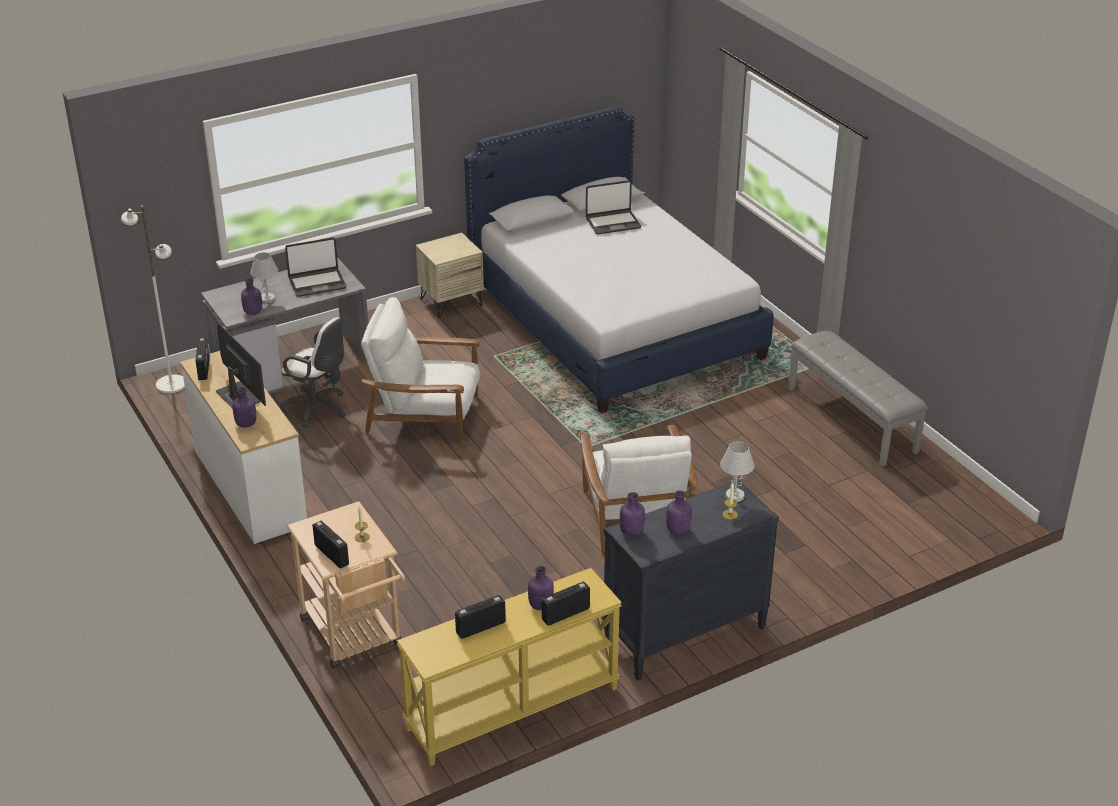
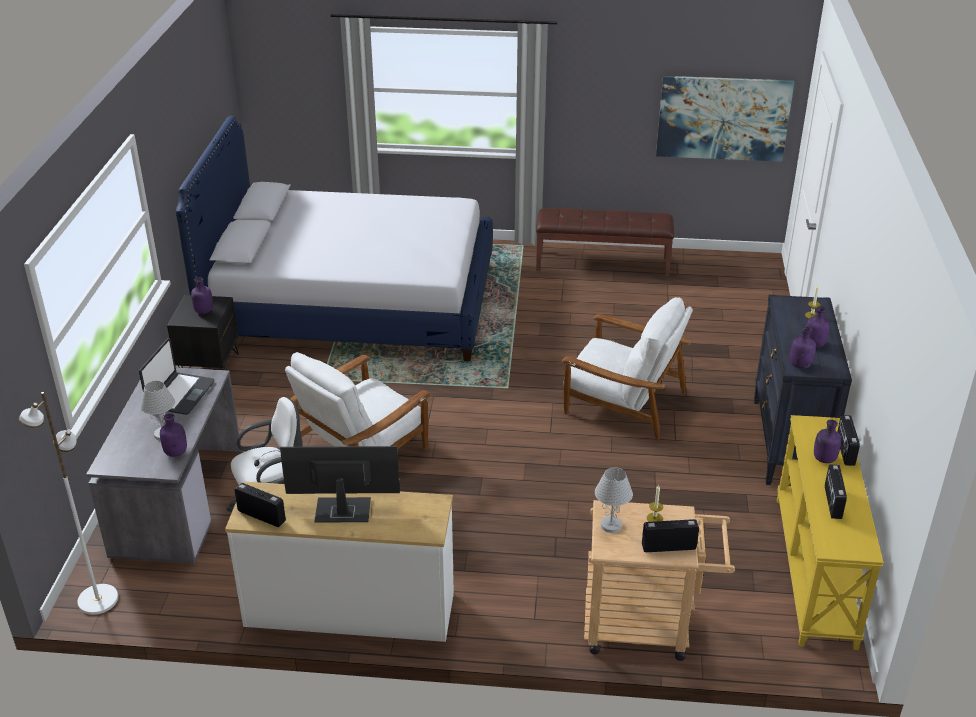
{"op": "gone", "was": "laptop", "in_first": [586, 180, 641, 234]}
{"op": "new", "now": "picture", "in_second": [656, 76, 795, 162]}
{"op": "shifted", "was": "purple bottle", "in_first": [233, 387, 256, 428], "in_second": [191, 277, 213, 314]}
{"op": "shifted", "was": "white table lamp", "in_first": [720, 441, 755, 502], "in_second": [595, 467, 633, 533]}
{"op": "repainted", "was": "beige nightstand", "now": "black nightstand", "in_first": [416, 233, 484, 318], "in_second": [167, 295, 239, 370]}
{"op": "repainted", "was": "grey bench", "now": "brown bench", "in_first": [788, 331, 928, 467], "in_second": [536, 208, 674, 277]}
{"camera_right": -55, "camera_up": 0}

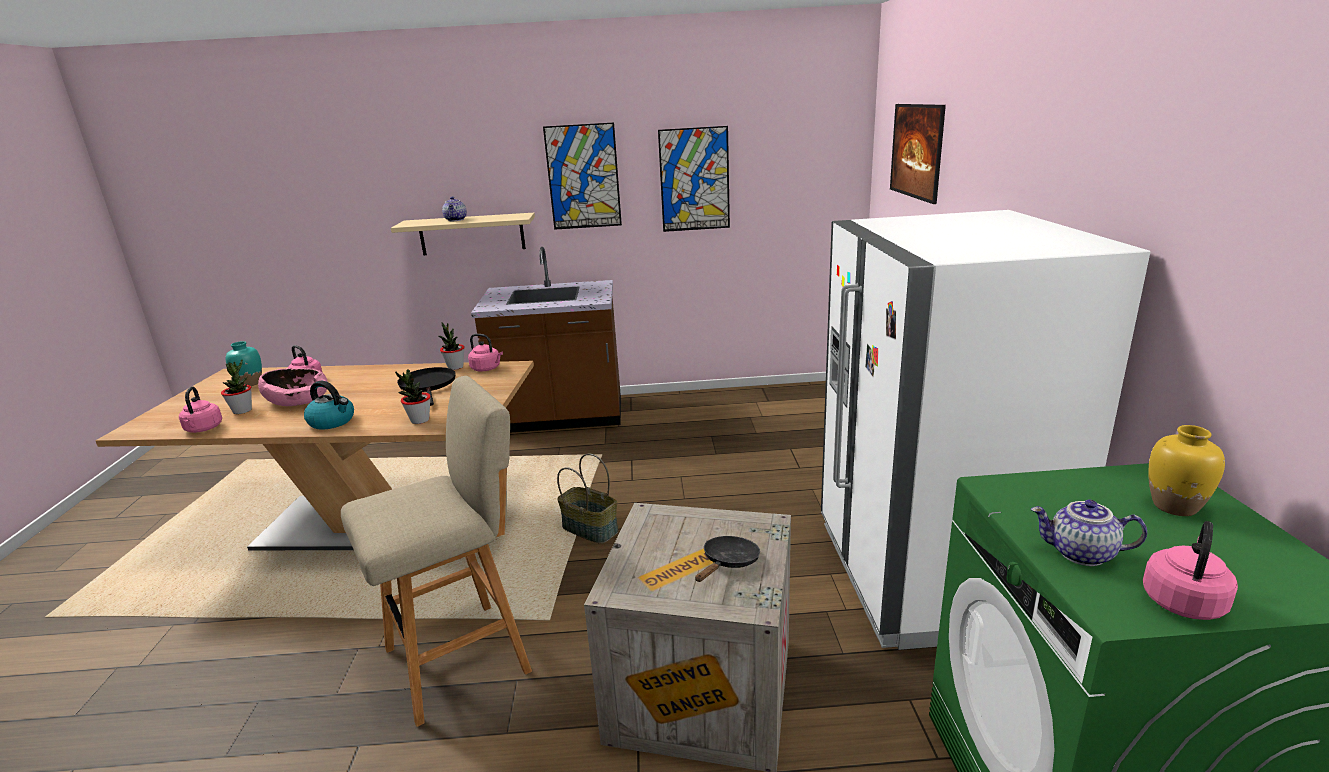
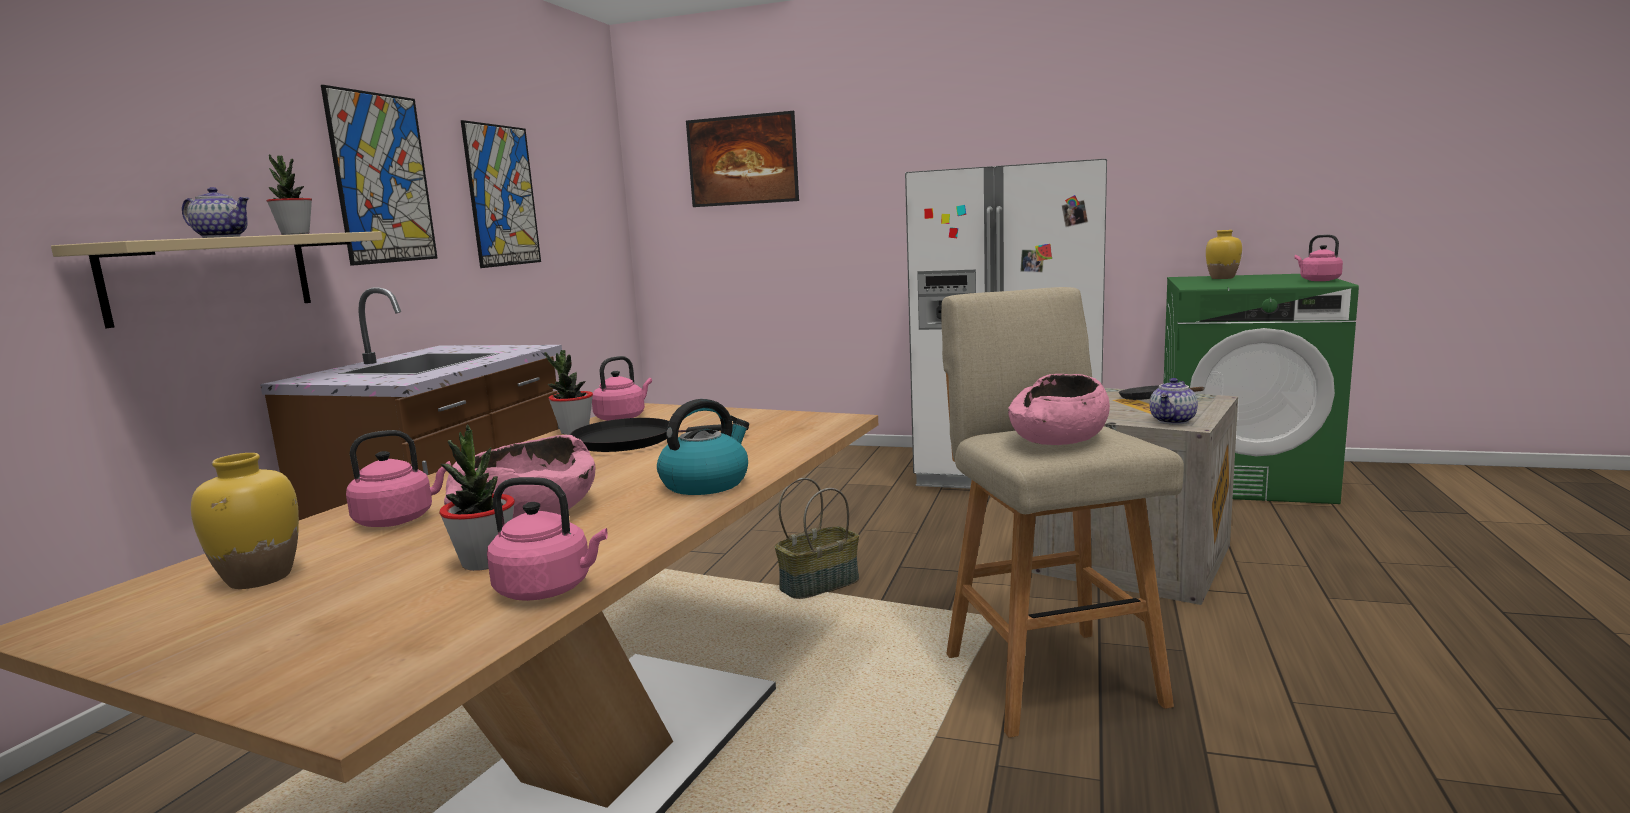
{"op": "new", "now": "pink bowl", "in_second": [1008, 374, 1110, 445]}
{"op": "shifted", "was": "potted plant", "in_first": [395, 369, 431, 424], "in_second": [267, 154, 312, 235]}
{"op": "shifted", "was": "teapot", "in_first": [1031, 500, 1147, 566], "in_second": [1150, 378, 1198, 424]}
{"op": "repainted", "was": "turquoise vase", "now": "yellow vase", "in_first": [226, 341, 262, 386], "in_second": [191, 453, 299, 589]}
{"camera_right": -70, "camera_up": -10}

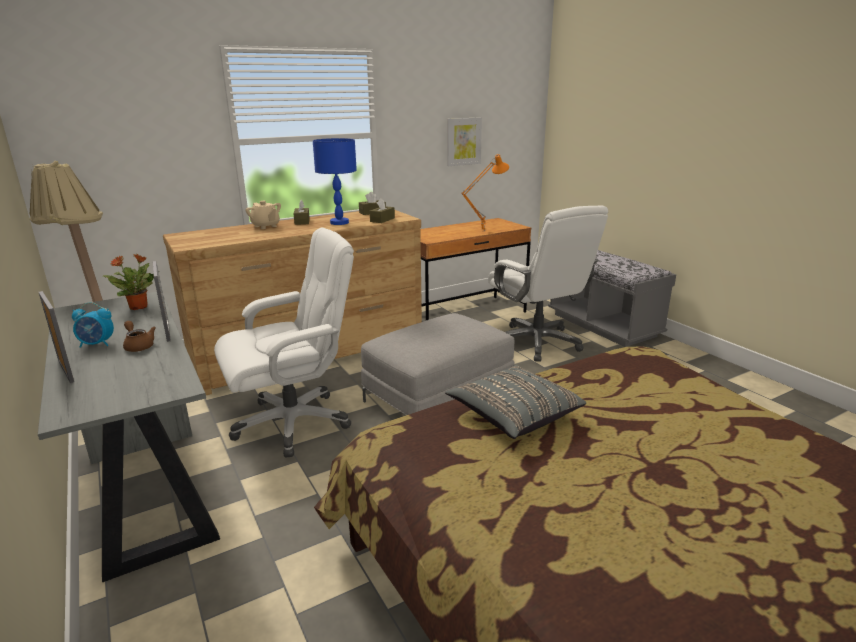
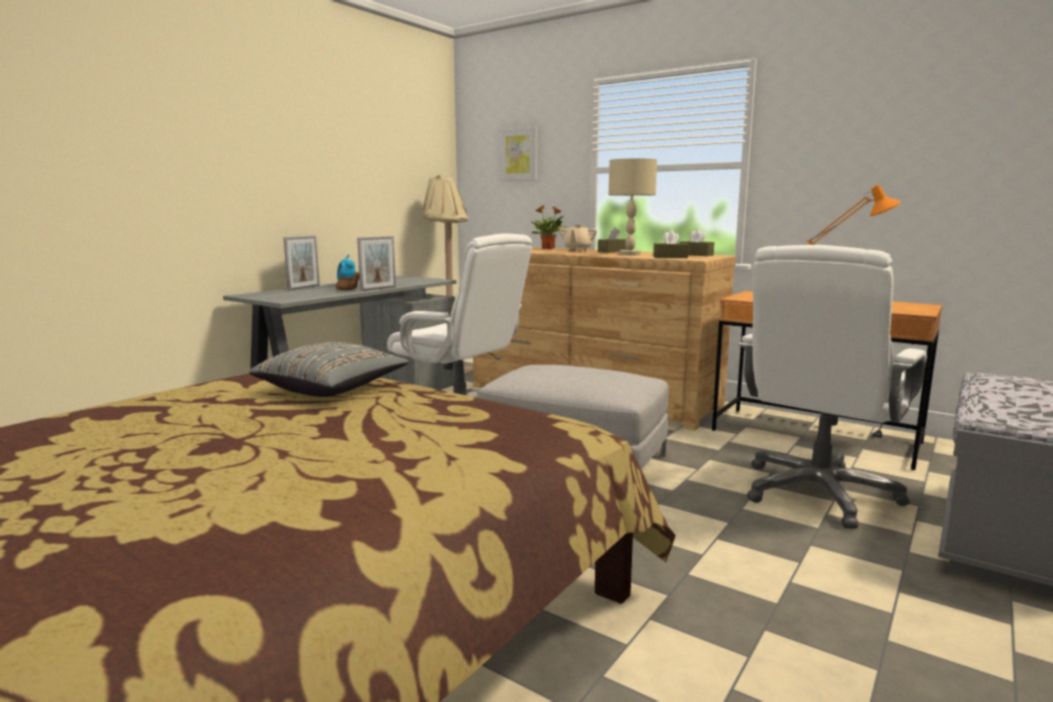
{"op": "shifted", "was": "potted plant", "in_first": [103, 254, 160, 310], "in_second": [530, 205, 566, 249]}
{"op": "shifted", "was": "picture", "in_first": [447, 117, 482, 166], "in_second": [500, 126, 538, 181]}
{"op": "repainted", "was": "blue table lamp", "now": "beige table lamp", "in_first": [313, 138, 357, 225], "in_second": [608, 158, 657, 255]}
{"camera_right": 65, "camera_up": -10}

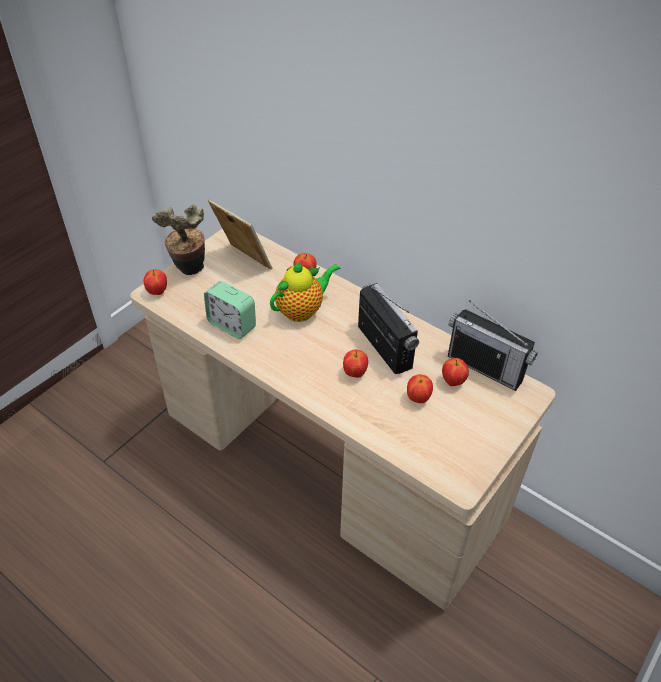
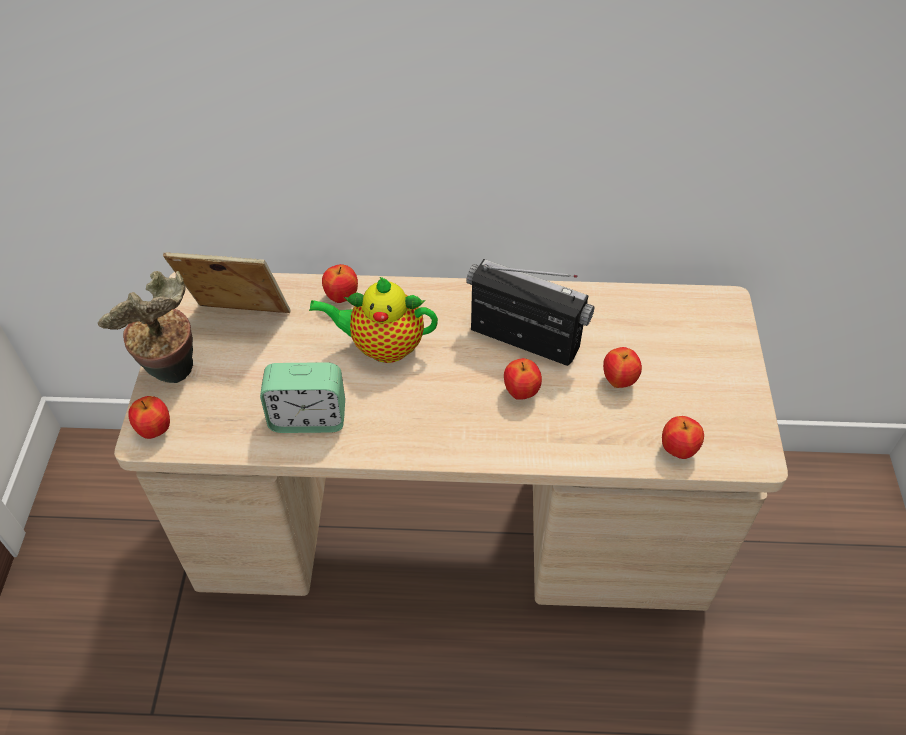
{"op": "gone", "was": "radio", "in_first": [448, 300, 538, 391]}
{"op": "shifted", "was": "apple", "in_first": [442, 358, 469, 386], "in_second": [662, 416, 704, 459]}
{"op": "rotated", "was": "teapot", "in_first": [270, 261, 340, 322], "in_second": [309, 276, 438, 363], "clockwise": -105}
{"camera_right": -35, "camera_up": 5}

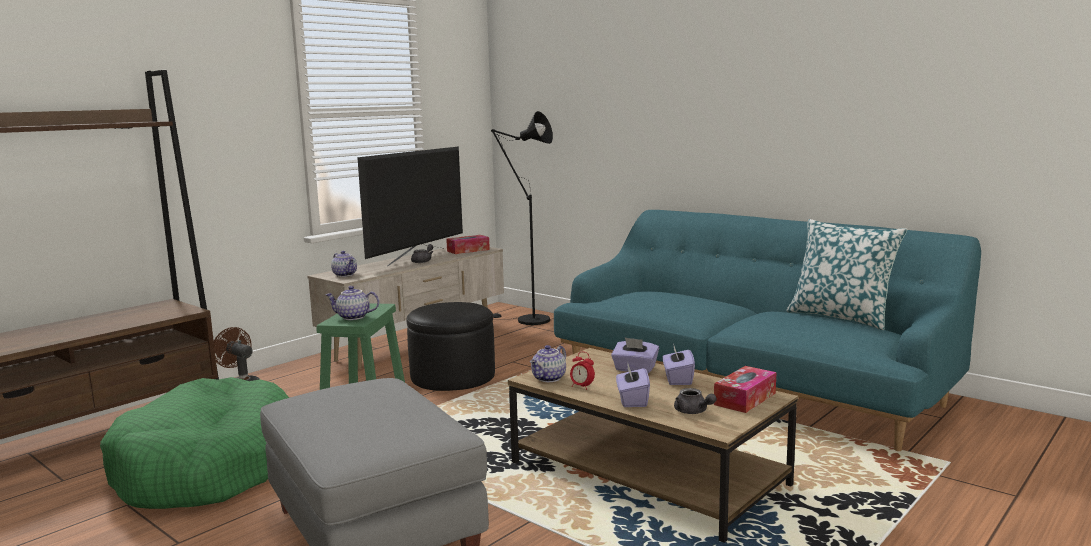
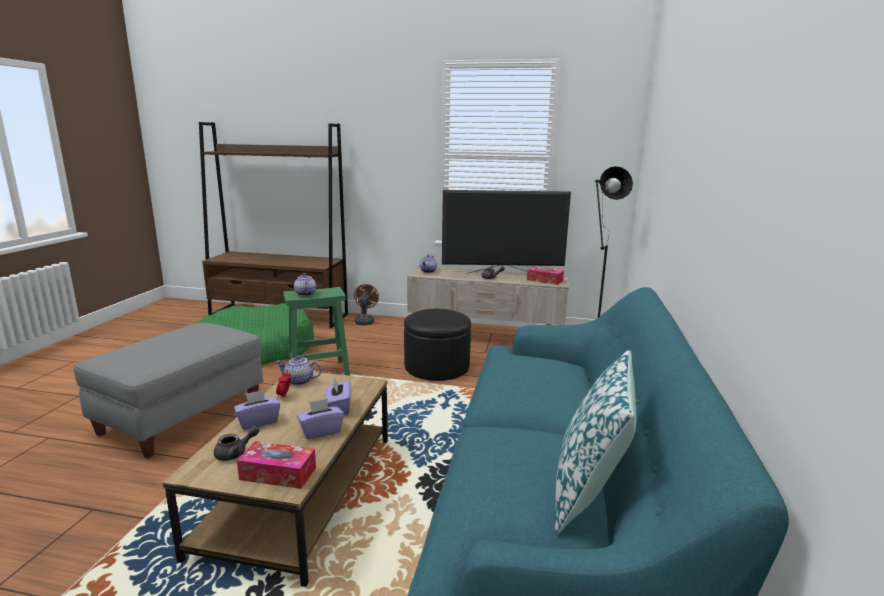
{"op": "rotated", "was": "grey teapot", "in_first": [674, 388, 717, 414], "in_second": [214, 426, 260, 461], "clockwise": -150}
{"camera_right": 60, "camera_up": 5}

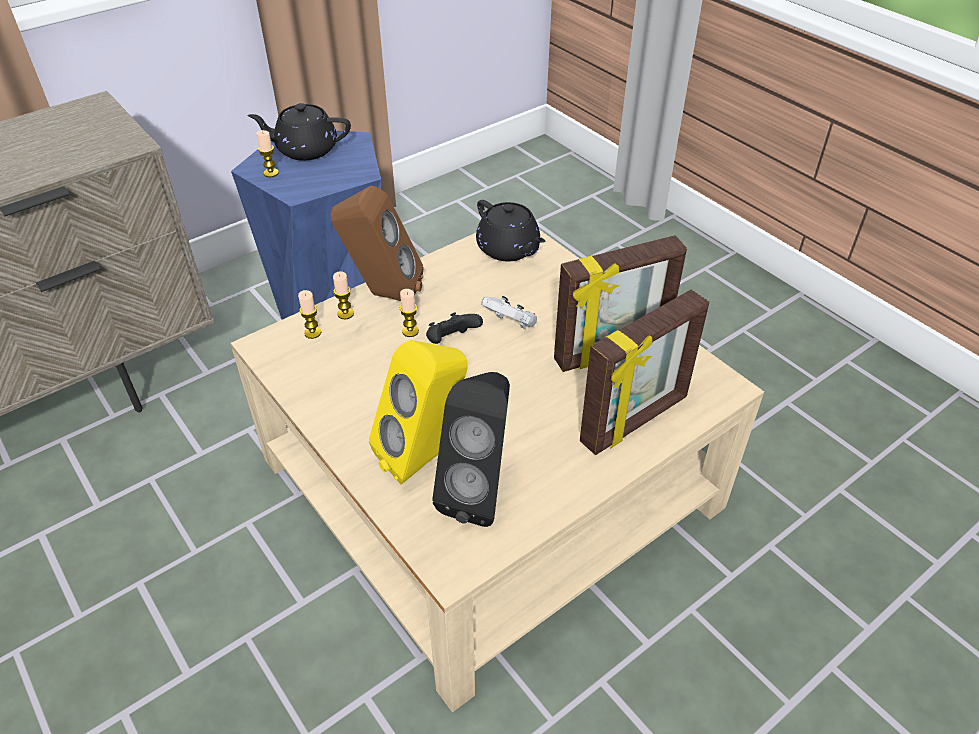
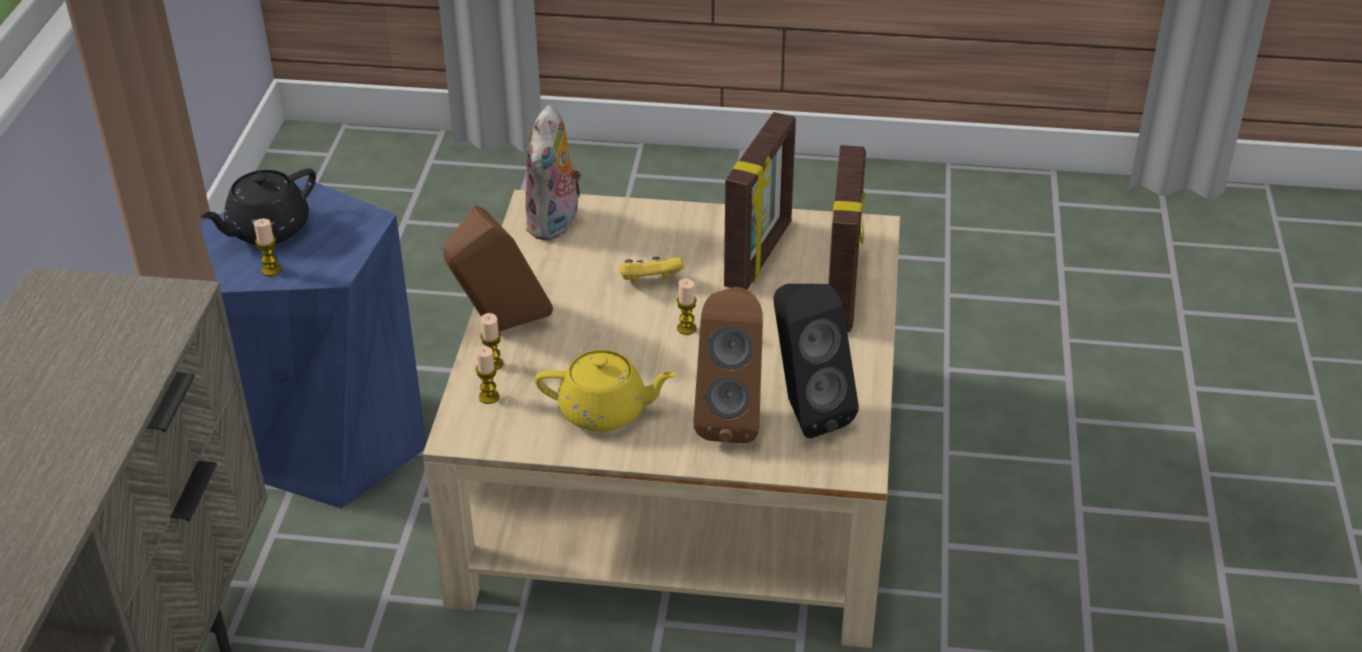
{"op": "gone", "was": "black game controller", "in_first": [426, 312, 483, 344]}
{"op": "new", "now": "yellow teapot", "in_second": [535, 350, 676, 432]}
{"op": "shifted", "was": "candle", "in_first": [400, 289, 419, 337], "in_second": [677, 279, 697, 335]}
{"op": "swapped", "was": "black teapot", "now": "plush toy", "in_first": [476, 200, 545, 261], "in_second": [525, 105, 583, 241]}
{"op": "repainted", "was": "yellow speaker", "now": "brown speaker", "in_first": [369, 340, 468, 485], "in_second": [694, 287, 763, 443]}
{"op": "repainted", "was": "white game controller", "now": "yellow game controller", "in_first": [481, 296, 537, 329], "in_second": [620, 257, 684, 284]}
{"camera_right": -45, "camera_up": -5}

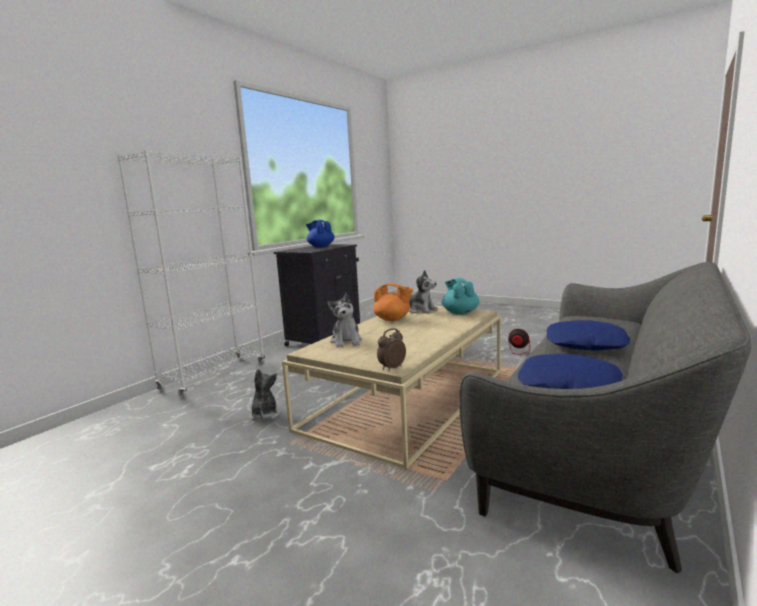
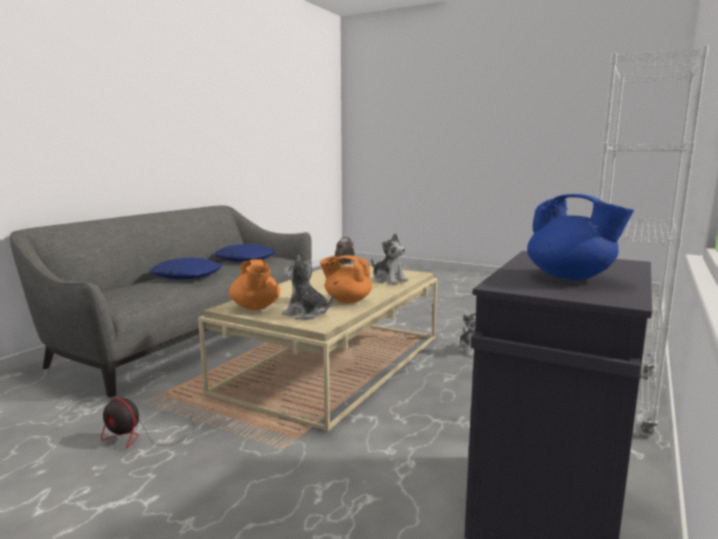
{"op": "repainted", "was": "turquoise teapot", "now": "orange teapot", "in_first": [442, 278, 479, 315], "in_second": [229, 259, 280, 310]}
{"op": "rotated", "was": "plush toy", "in_first": [327, 293, 362, 348], "in_second": [371, 234, 408, 285], "clockwise": 150}
{"camera_right": 175, "camera_up": 0}

